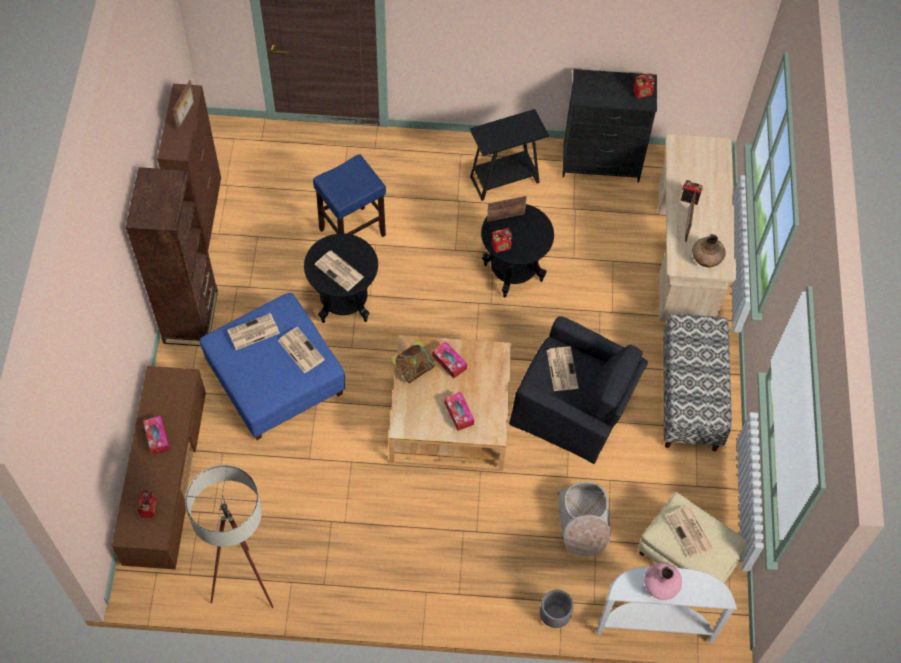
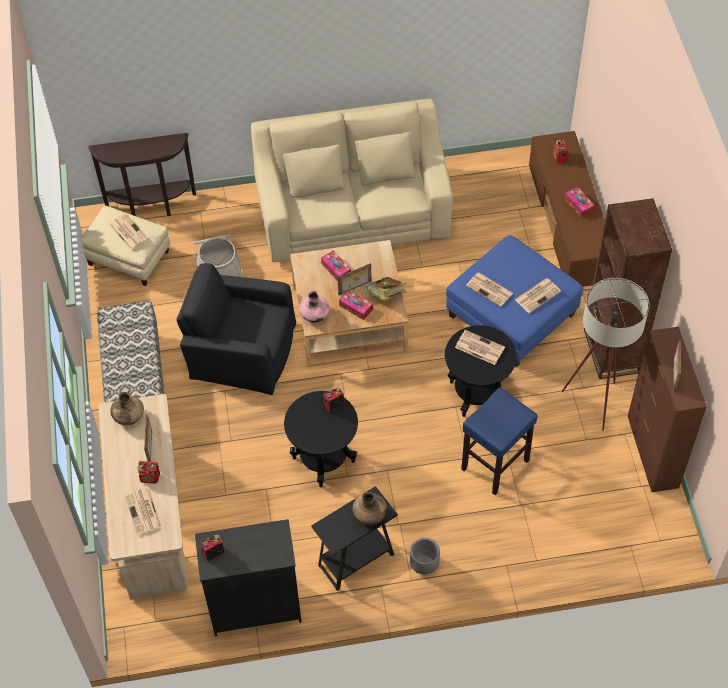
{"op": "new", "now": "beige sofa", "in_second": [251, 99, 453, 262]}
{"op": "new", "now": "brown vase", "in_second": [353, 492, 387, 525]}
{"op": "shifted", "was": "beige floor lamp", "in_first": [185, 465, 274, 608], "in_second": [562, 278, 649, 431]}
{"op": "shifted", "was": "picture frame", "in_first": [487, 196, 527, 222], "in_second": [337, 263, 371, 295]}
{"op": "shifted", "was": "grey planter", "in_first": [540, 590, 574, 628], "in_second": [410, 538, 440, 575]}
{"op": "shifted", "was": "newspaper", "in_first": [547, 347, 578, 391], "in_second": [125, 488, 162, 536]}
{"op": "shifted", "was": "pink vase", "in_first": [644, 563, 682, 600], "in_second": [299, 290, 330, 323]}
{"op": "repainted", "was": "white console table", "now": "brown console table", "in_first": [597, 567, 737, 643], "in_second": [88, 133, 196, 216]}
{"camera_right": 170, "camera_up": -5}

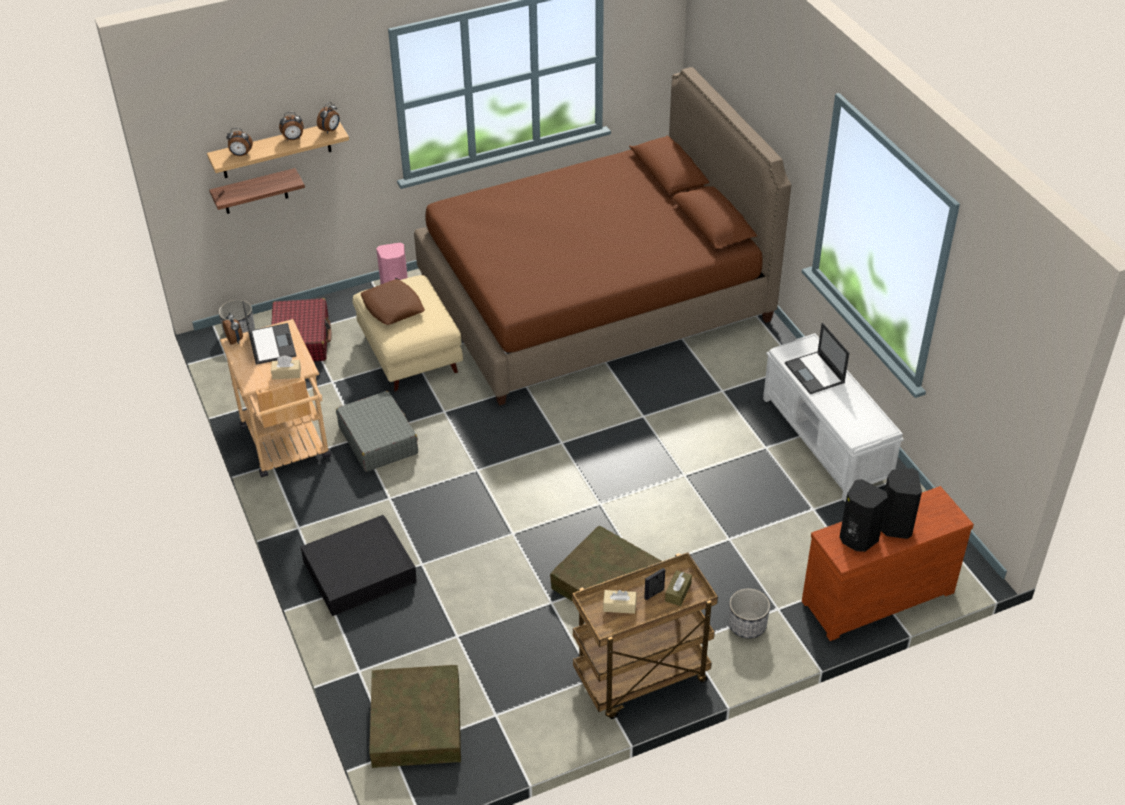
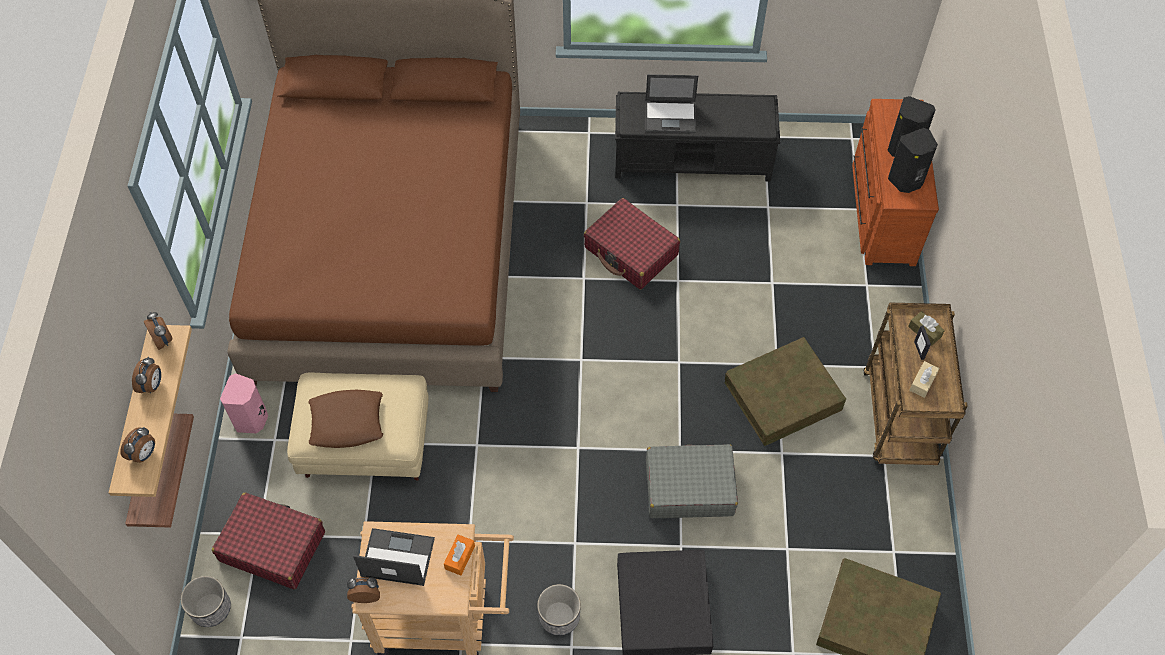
{"op": "new", "now": "red suitcase", "in_second": [584, 198, 680, 289]}
{"op": "shifted", "was": "grey suitcase", "in_first": [336, 391, 418, 472], "in_second": [646, 444, 738, 518]}
{"op": "shifted", "was": "planter", "in_first": [728, 588, 770, 638], "in_second": [537, 584, 581, 636]}
{"op": "repainted", "was": "beige tissue box", "now": "orange tissue box", "in_first": [271, 355, 301, 379], "in_second": [444, 535, 475, 575]}
{"op": "repainted", "was": "white bench", "now": "black bench", "in_first": [763, 333, 904, 502], "in_second": [615, 92, 780, 182]}
{"camera_right": -65, "camera_up": 15}

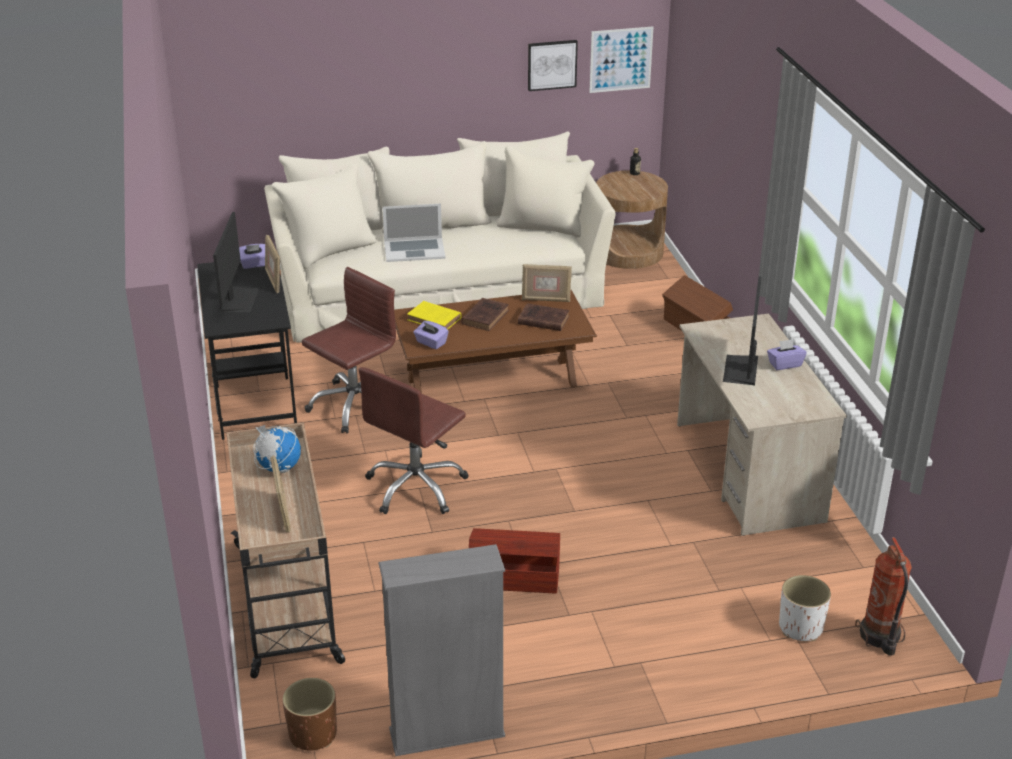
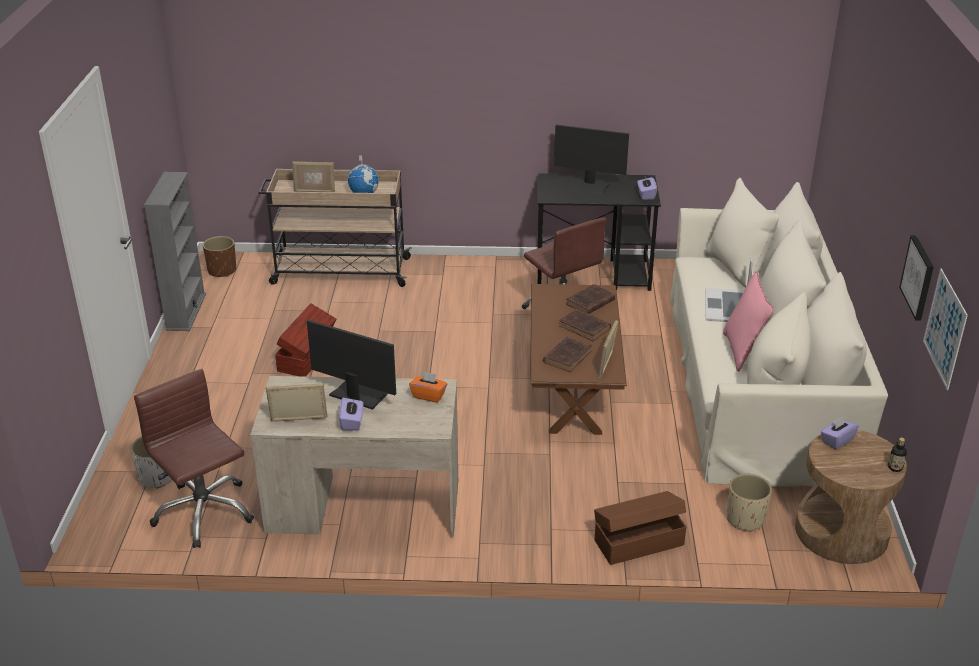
{"op": "gone", "was": "fire extinguisher", "in_first": [855, 537, 912, 656]}
{"op": "new", "now": "orange tissue box", "in_second": [409, 371, 447, 403]}
{"op": "new", "now": "pink pillow", "in_second": [723, 271, 774, 372]}
{"op": "new", "now": "beige planter", "in_second": [727, 474, 772, 532]}
{"op": "shifted", "was": "picture frame", "in_first": [265, 235, 280, 293], "in_second": [266, 383, 327, 422]}
{"op": "shifted", "was": "brown office chair", "in_first": [359, 367, 469, 514], "in_second": [134, 369, 254, 548]}
{"op": "shifted", "was": "purple tissue box", "in_first": [413, 321, 449, 349], "in_second": [821, 416, 859, 449]}
{"op": "repainted", "was": "yellow book", "now": "brown book", "in_first": [407, 301, 462, 329], "in_second": [566, 284, 615, 314]}
{"camera_right": 105, "camera_up": 0}

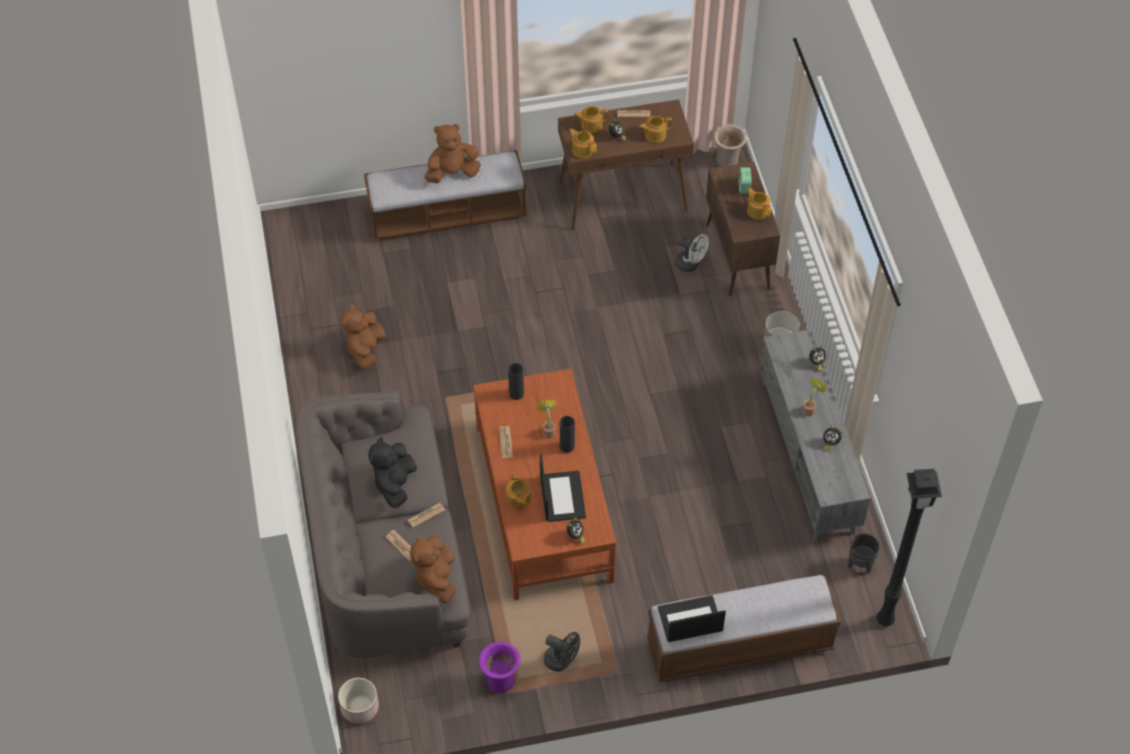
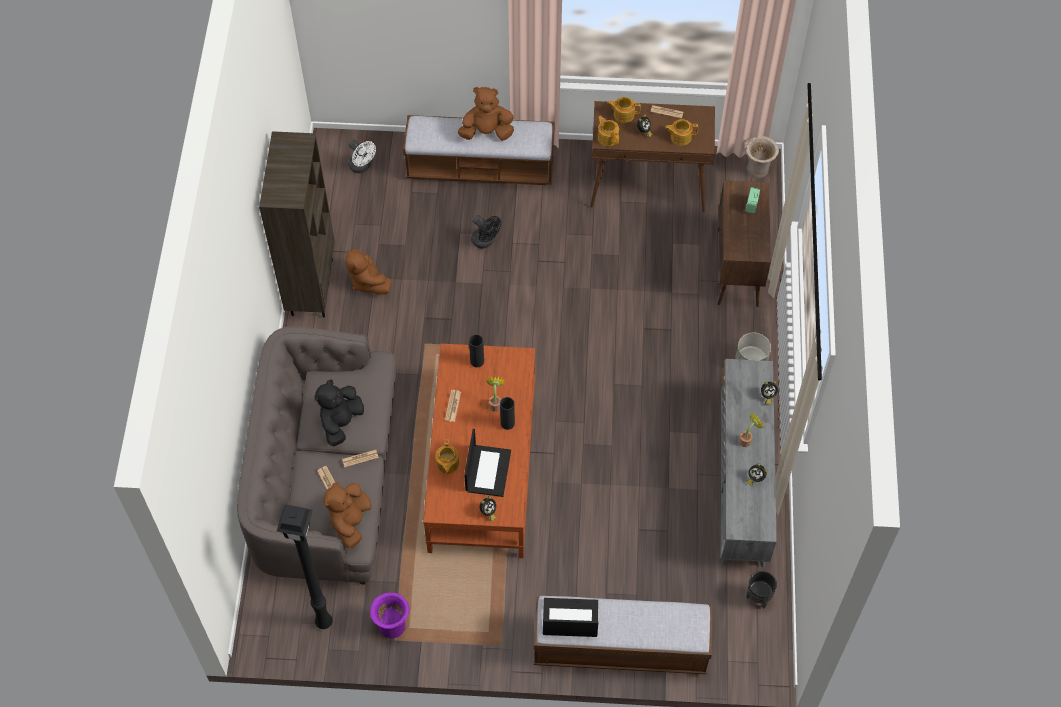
{"op": "gone", "was": "planter", "in_first": [338, 678, 379, 724]}
{"op": "gone", "was": "teapot", "in_first": [747, 188, 771, 220]}
{"op": "new", "now": "brown bookcase", "in_second": [259, 131, 335, 317]}
{"op": "shifted", "was": "black fan", "in_first": [544, 632, 580, 672], "in_second": [471, 215, 501, 249]}
{"op": "shifted", "was": "white fan", "in_first": [675, 234, 709, 272], "in_second": [348, 140, 376, 173]}
{"op": "shifted", "was": "black floor lamp", "in_first": [877, 469, 942, 626], "in_second": [277, 505, 333, 629]}
{"op": "rotated", "was": "brown plush toy", "in_first": [341, 304, 386, 370], "in_second": [345, 249, 392, 294], "clockwise": -60}
{"camera_right": 15, "camera_up": 5}

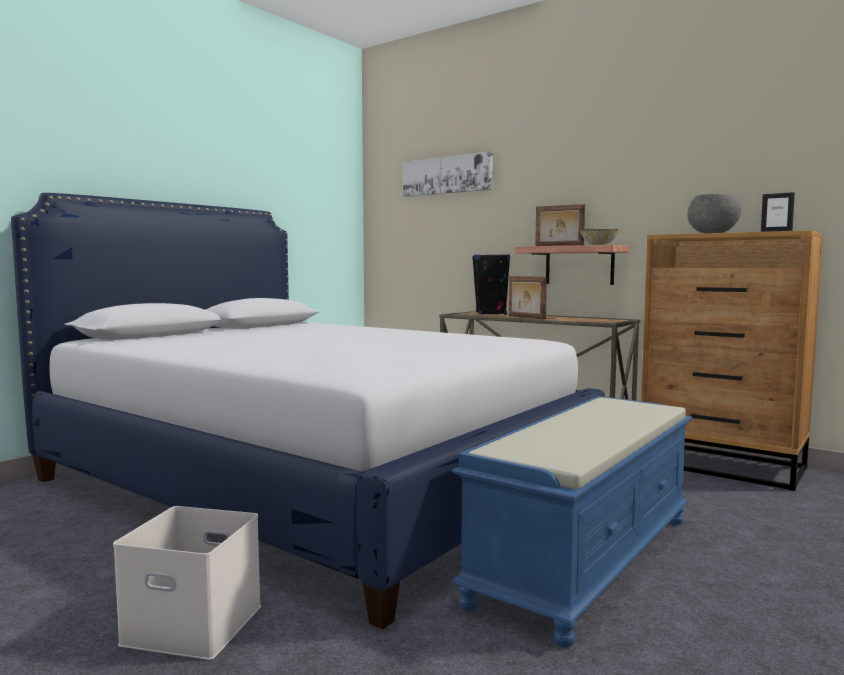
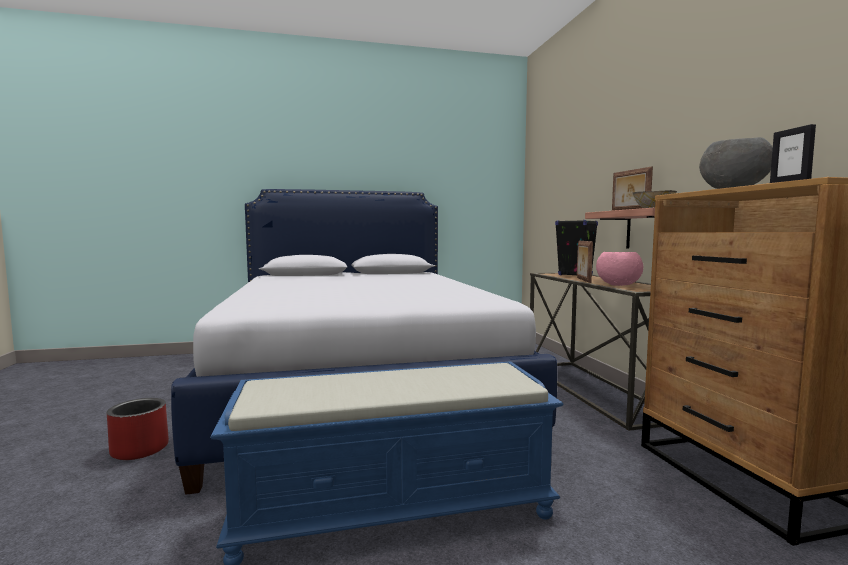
{"op": "gone", "was": "picture", "in_first": [403, 151, 493, 197]}
{"op": "new", "now": "pink bowl", "in_second": [596, 252, 643, 286]}
{"op": "swapped", "was": "white storage box", "now": "red planter", "in_first": [113, 506, 261, 660], "in_second": [107, 398, 169, 460]}
{"camera_right": 40, "camera_up": 0}

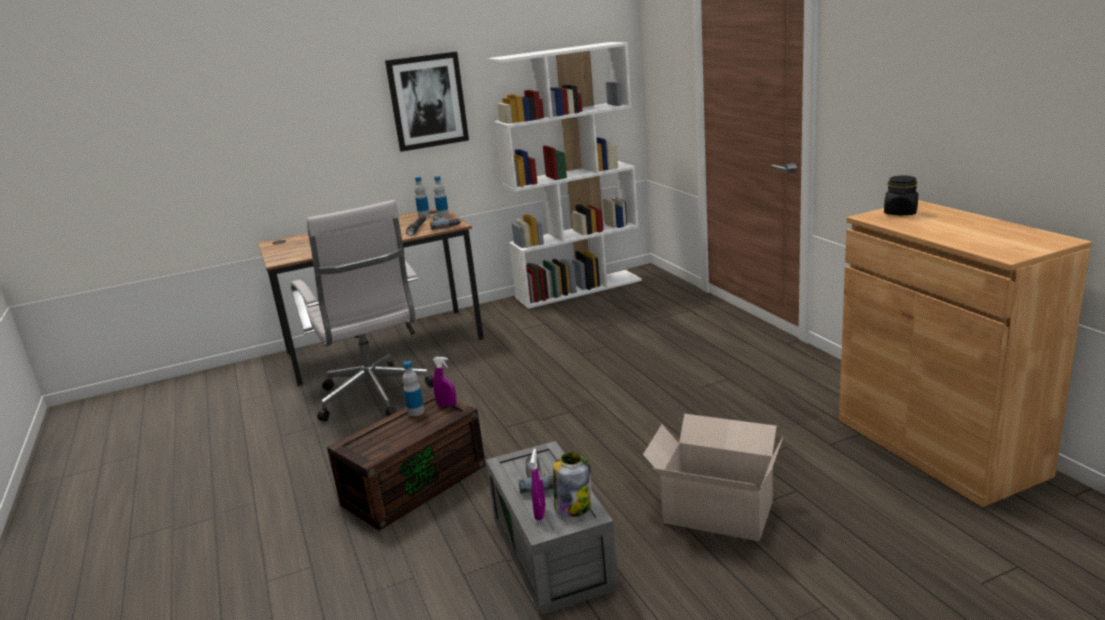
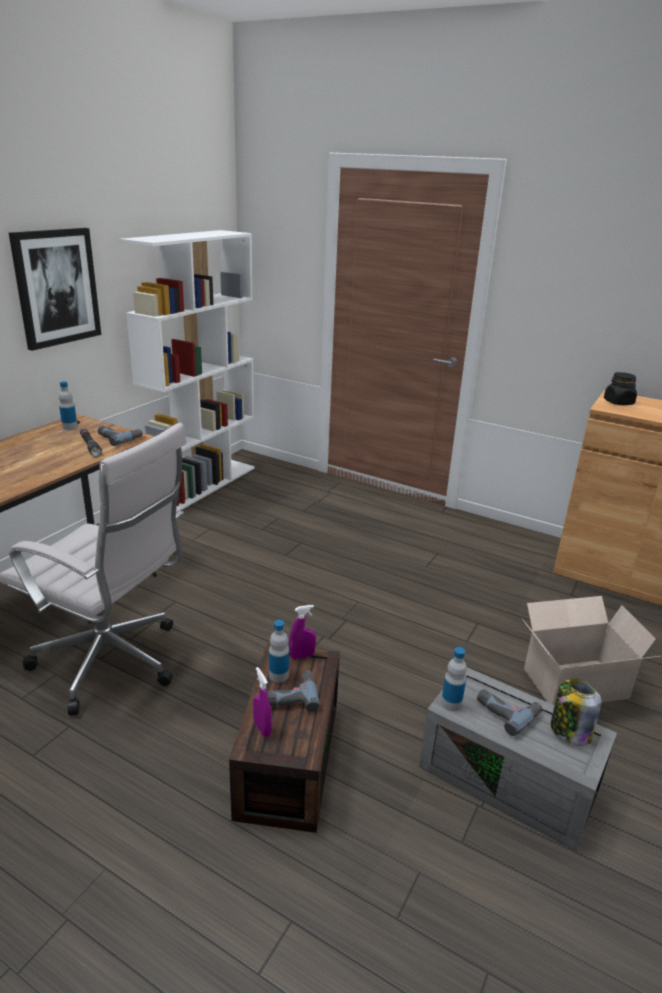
{"op": "new", "now": "power drill", "in_second": [267, 670, 320, 712]}
{"op": "shifted", "was": "bottle", "in_first": [434, 176, 449, 217], "in_second": [441, 647, 467, 711]}
{"op": "shifted", "was": "purple spray bottle", "in_first": [530, 448, 546, 520], "in_second": [253, 667, 272, 737]}
{"camera_right": -40, "camera_up": 5}

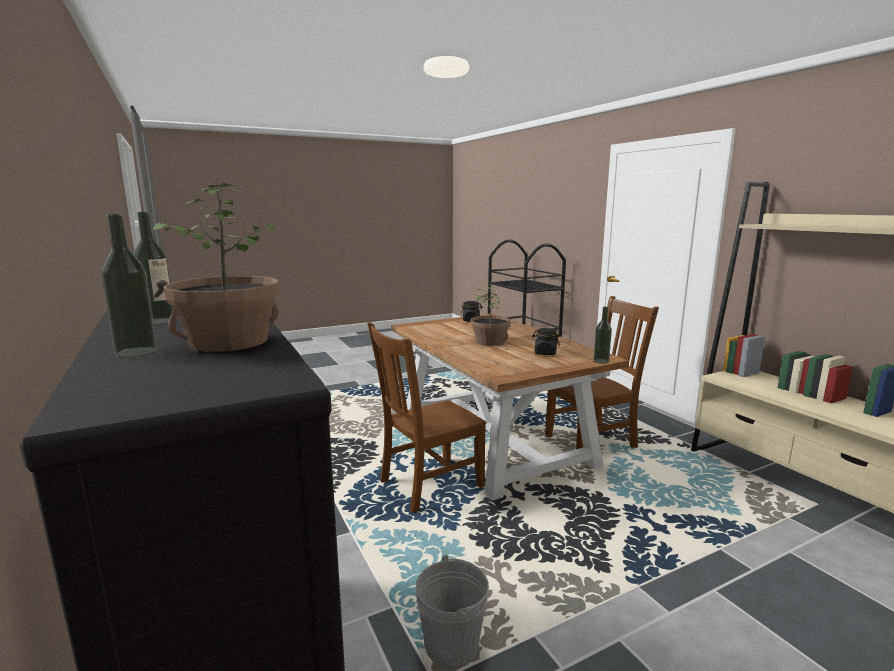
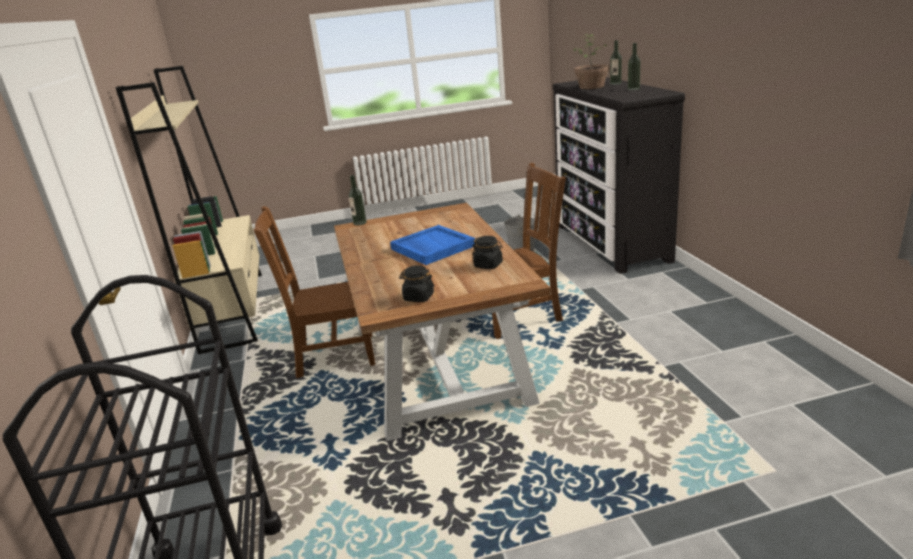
{"op": "shifted", "was": "black jar", "in_first": [532, 328, 560, 355], "in_second": [473, 236, 503, 269]}
{"op": "swapped", "was": "potted plant", "now": "blue tray", "in_first": [471, 284, 511, 346], "in_second": [390, 225, 475, 265]}
{"camera_right": -165, "camera_up": 10}

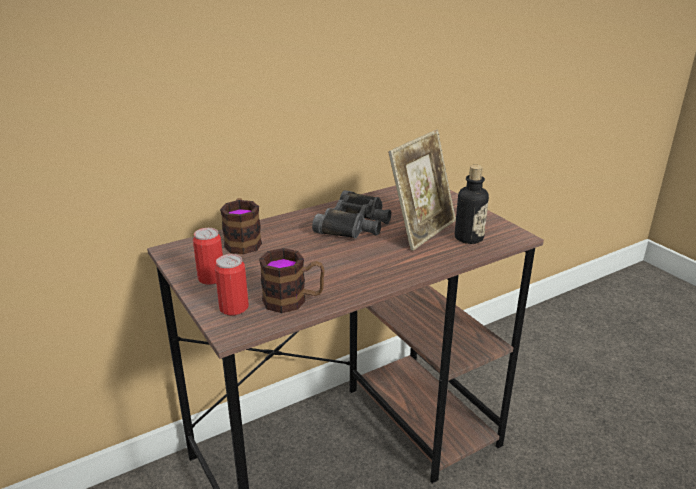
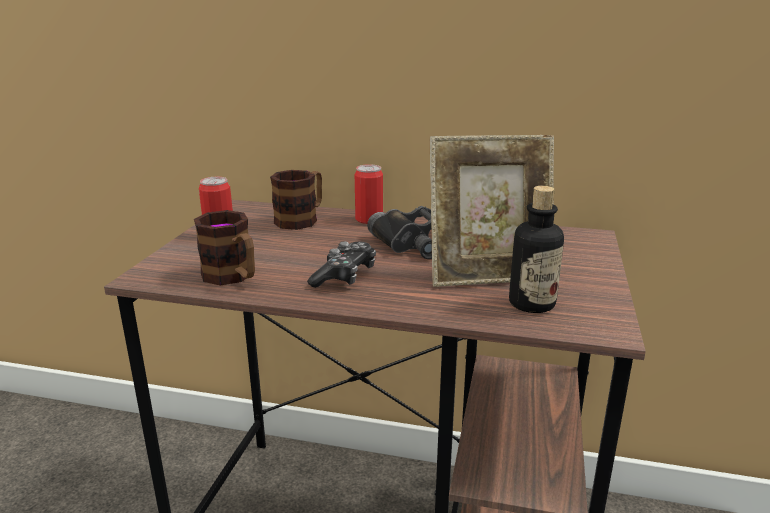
{"op": "new", "now": "game controller", "in_second": [307, 242, 376, 288]}
{"op": "shifted", "was": "can", "in_first": [215, 254, 249, 315], "in_second": [355, 164, 383, 224]}
{"camera_right": 45, "camera_up": -5}

